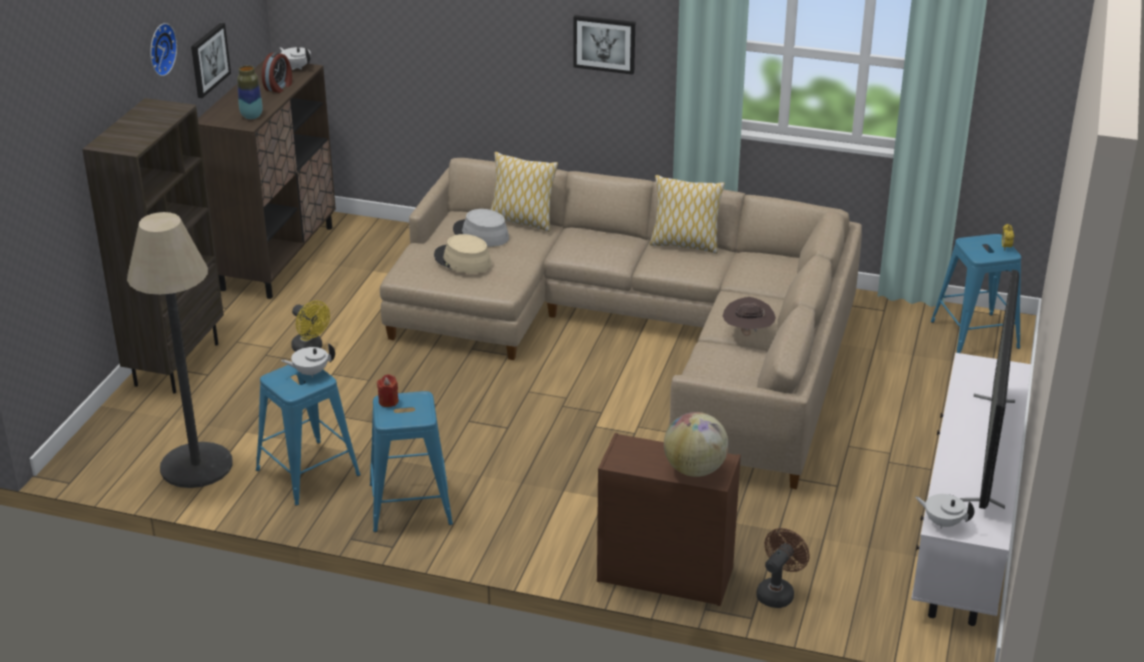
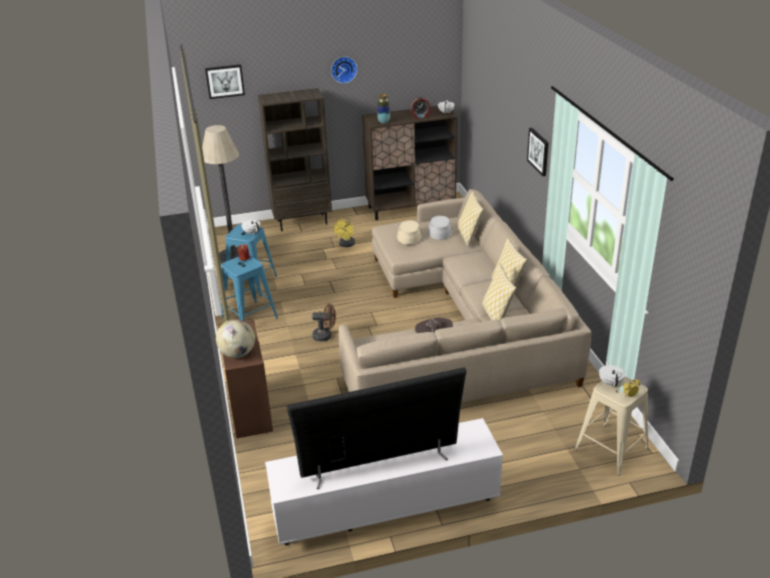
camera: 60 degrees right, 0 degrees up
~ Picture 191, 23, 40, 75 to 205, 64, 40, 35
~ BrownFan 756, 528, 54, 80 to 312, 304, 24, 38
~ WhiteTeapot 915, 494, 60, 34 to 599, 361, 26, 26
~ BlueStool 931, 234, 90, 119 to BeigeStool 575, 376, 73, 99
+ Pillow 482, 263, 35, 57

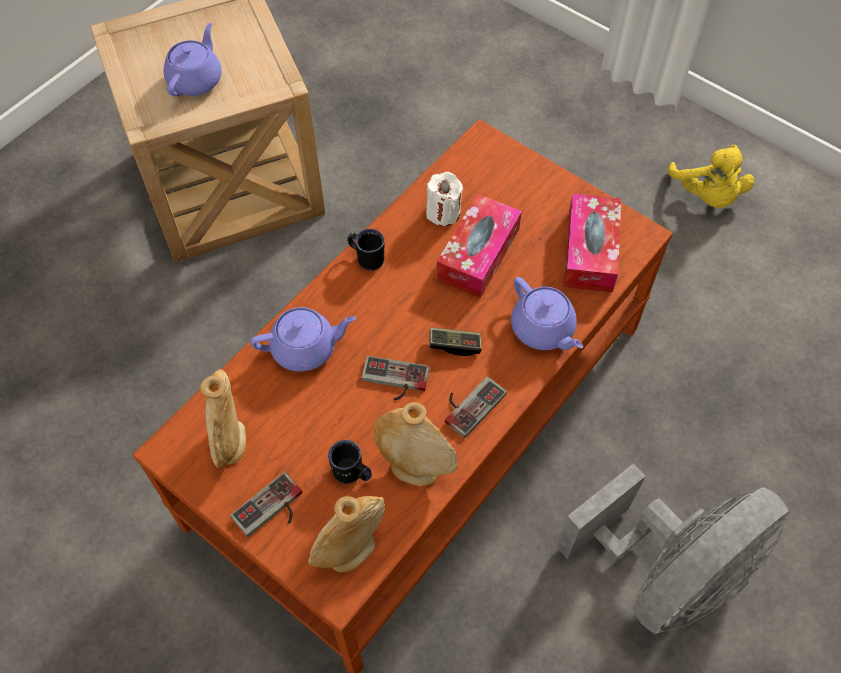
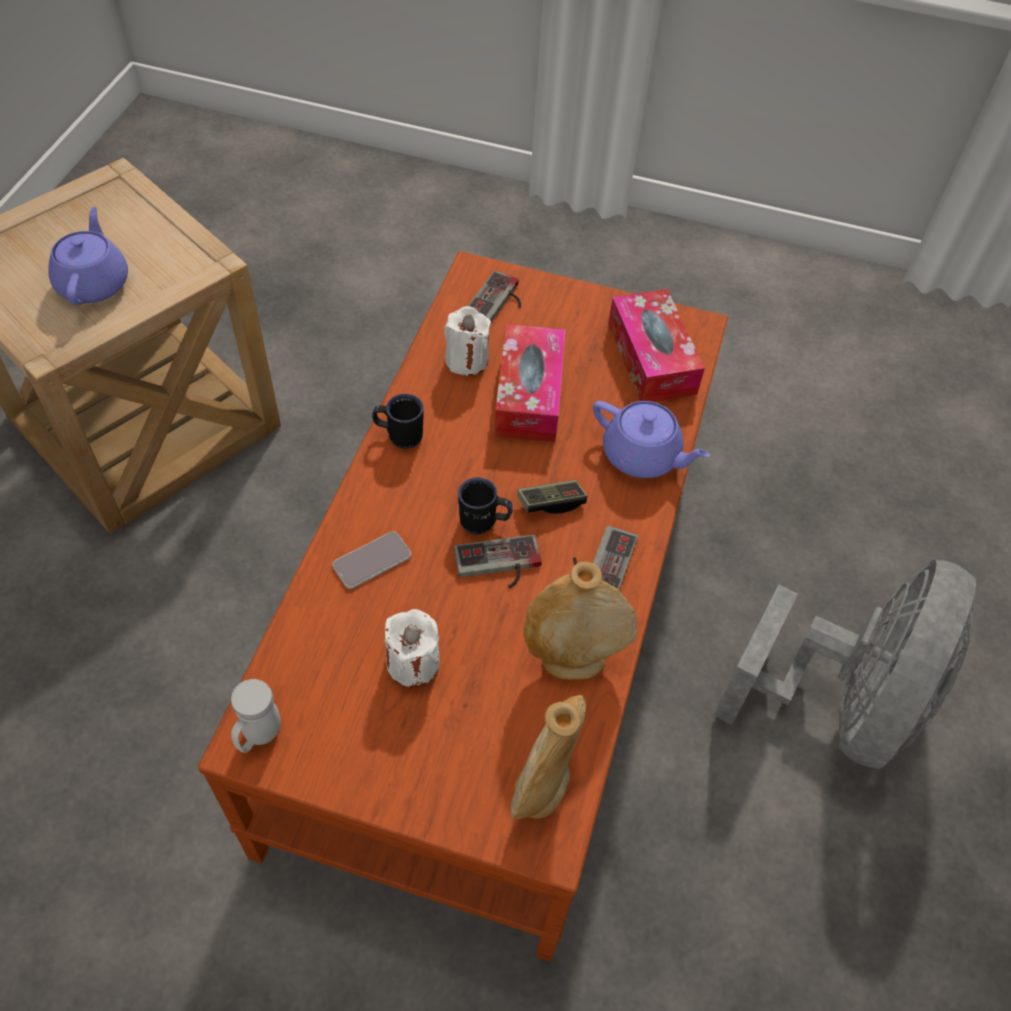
camera: 25 degrees left, 5 degrees down
- BeigeVase 200, 369, 46, 99
~ GameController 230, 472, 72, 65 to 468, 270, 53, 52
~ PurpleTeapot 251, 307, 105, 65 to Phone 332, 531, 79, 58
~ BlackMug 328, 440, 44, 44 to 458, 477, 55, 57
- YellowPlushToy 668, 144, 86, 64
+ WhiteMug 231, 679, 50, 74
+ WhiteCandle 384, 609, 56, 78

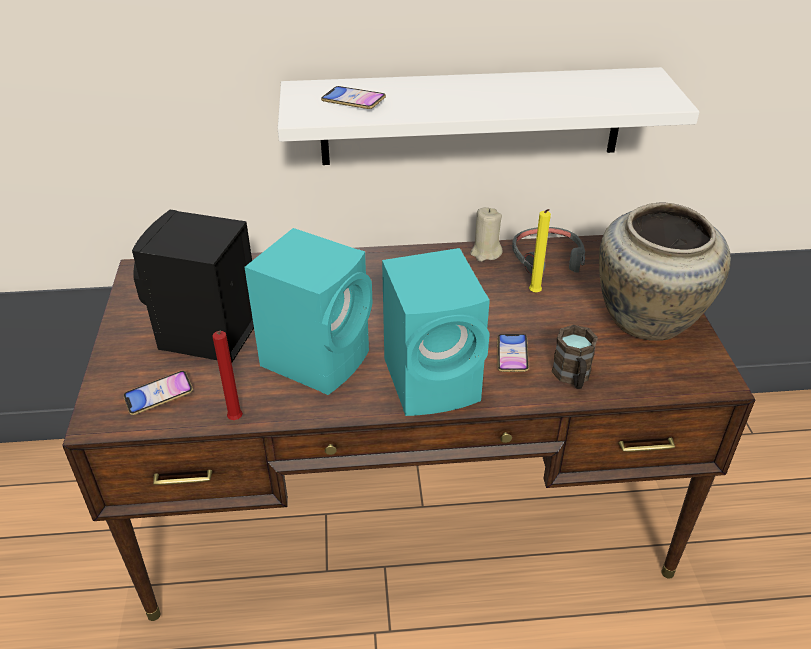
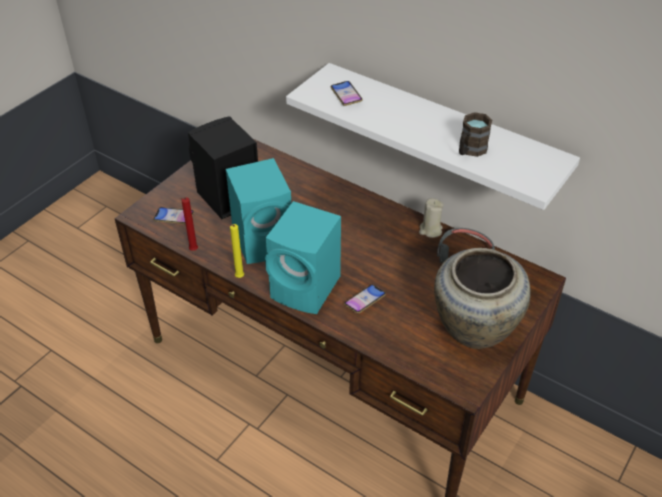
camera: 40 degrees right, 5 degrees up
~ YellowCandle 529, 209, 22, 84 to 228, 224, 16, 54
~ BrownMug 551, 325, 47, 64 to 459, 112, 33, 45

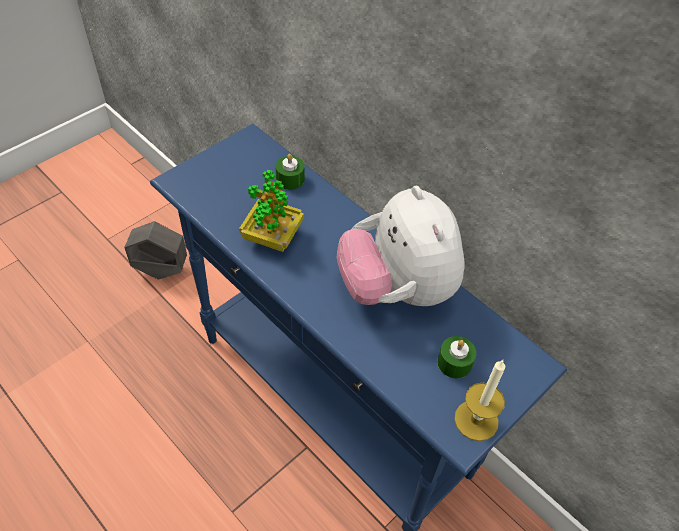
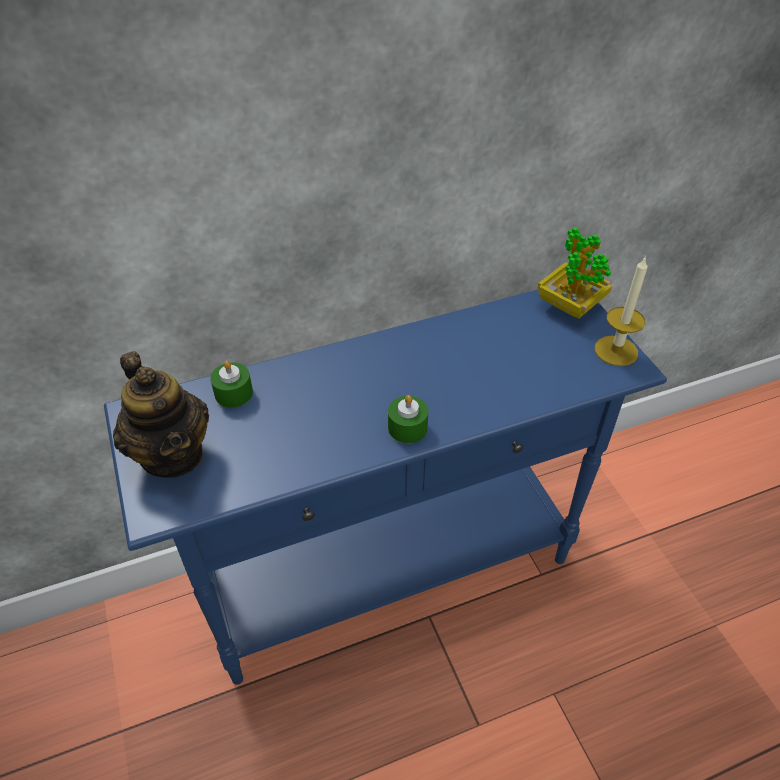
camera: 65 degrees left, 5 degrees down
- GreyPlanter 124, 221, 63, 58
~ PottedPlant 239, 170, 65, 82 to 537, 227, 75, 91
- PlushToy 337, 186, 128, 120
~ GreenCandle 437, 336, 39, 42 to 388, 395, 40, 48
+ Teapot 113, 351, 96, 127

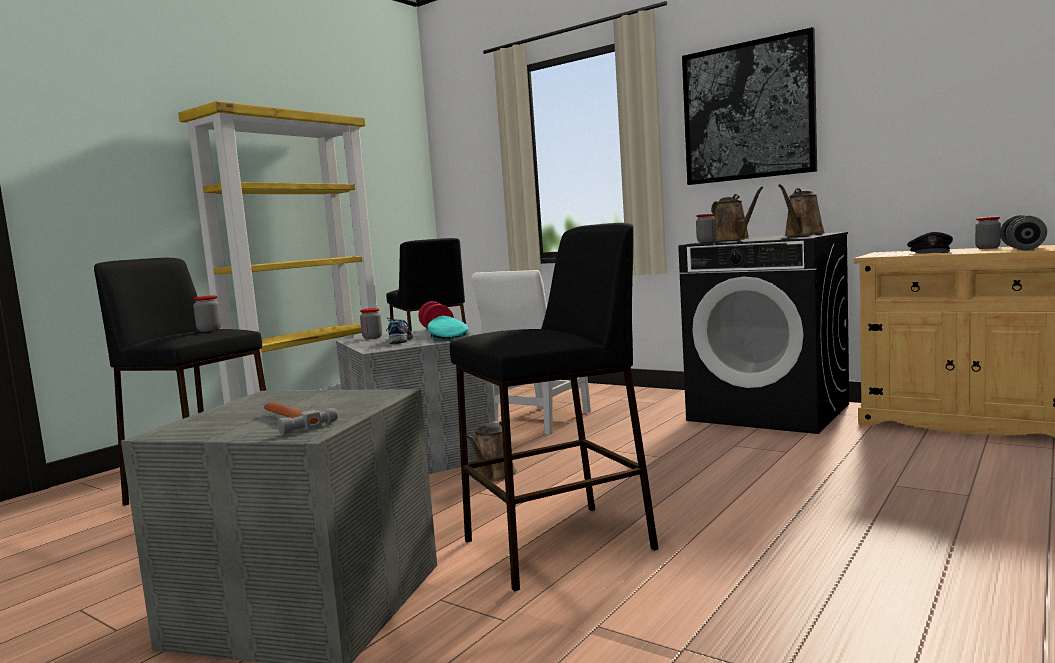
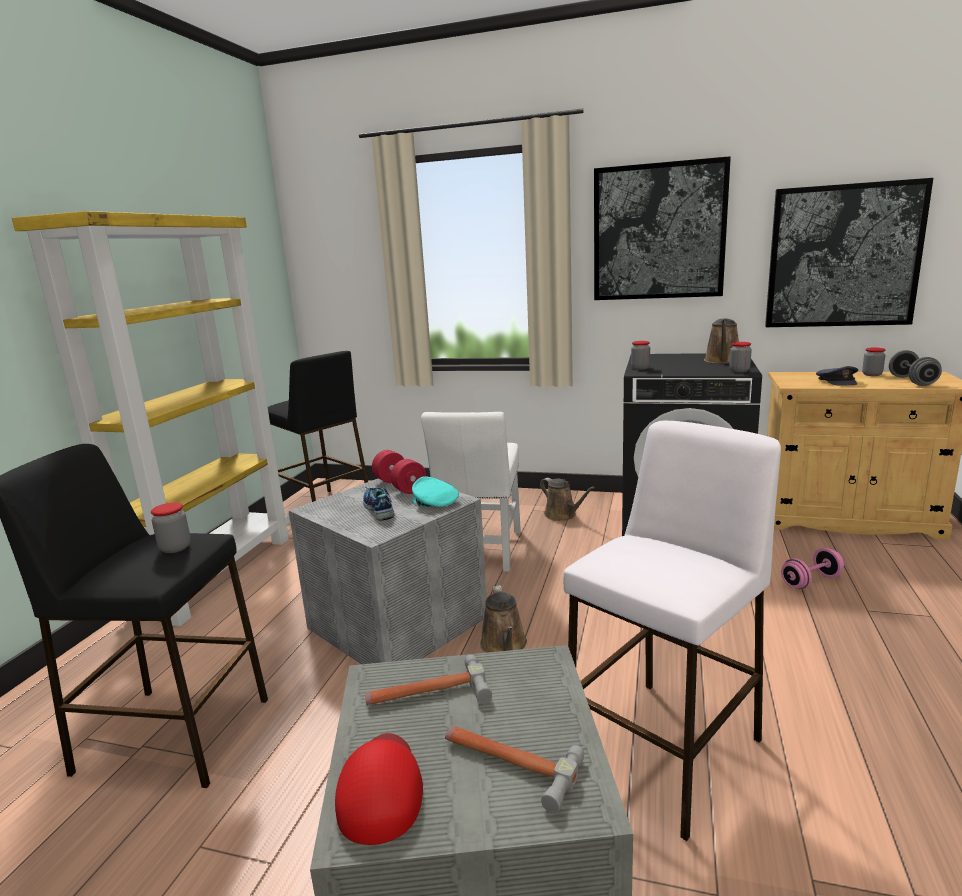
camera: 20 degrees left, 10 degrees up
~ Jar 360, 308, 22, 31 to 729, 342, 23, 31
~ BlackStool 450, 223, 208, 368 to WhiteStool 563, 421, 218, 420
~ BrownWateringCan 711, 187, 52, 54 to 540, 478, 55, 43
+ RedCap 335, 733, 88, 112
+ Hammer 365, 655, 127, 50
+ Picture 765, 178, 168, 149
+ PinkDumbbell 781, 548, 63, 41

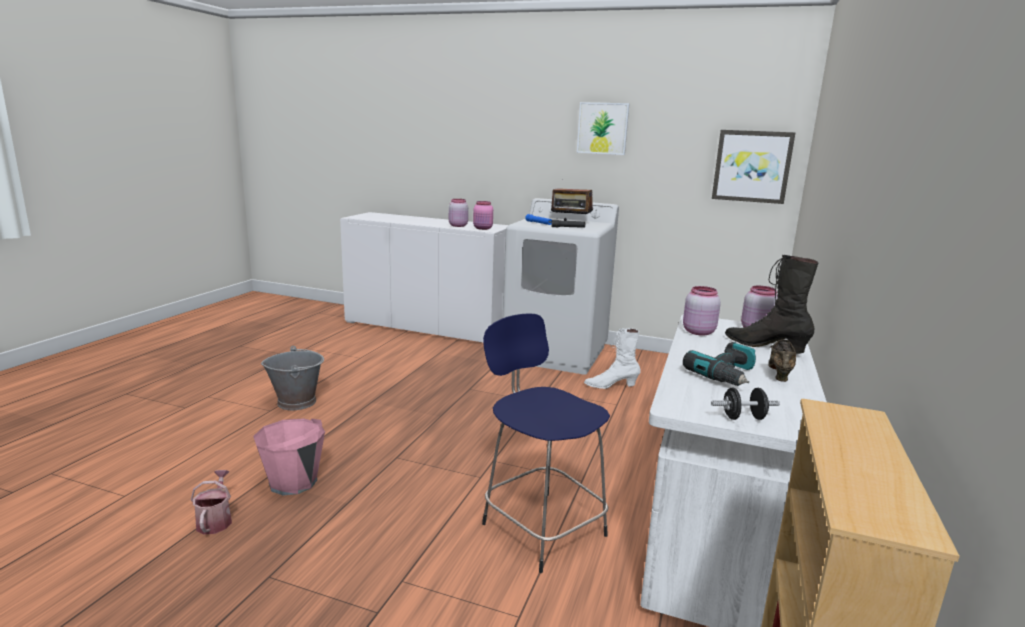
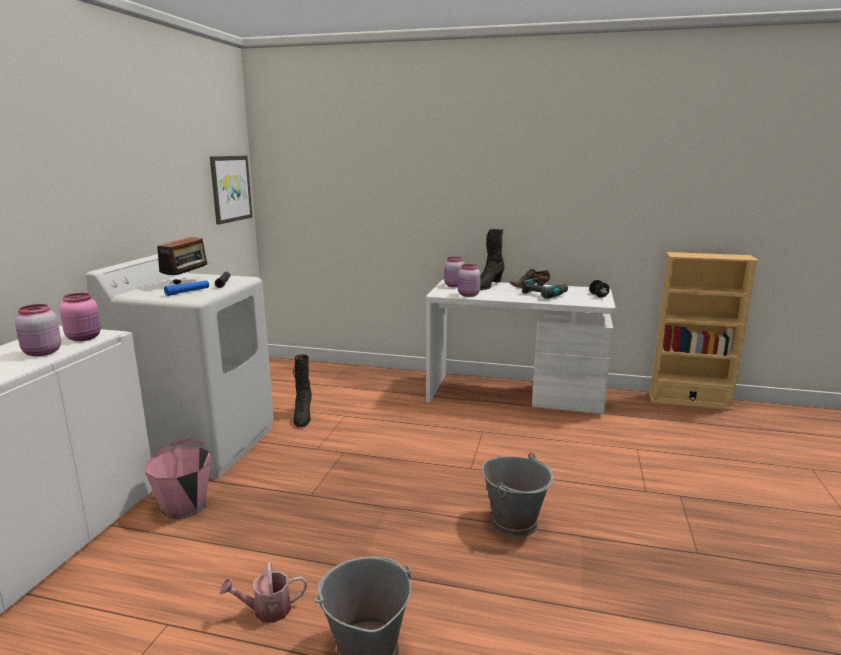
camera: 95 degrees left, 0 degrees up
~ WateringCan 191, 470, 41, 65 to 219, 562, 88, 61
~ PinkBucket 253, 418, 72, 77 to 144, 439, 67, 80
- BlueStool 482, 313, 128, 260
- Picture 577, 102, 52, 53
~ WhiteBoot 584, 328, 56, 61 to BlackBoot 293, 354, 19, 74
+ GreyBucket 482, 453, 72, 85

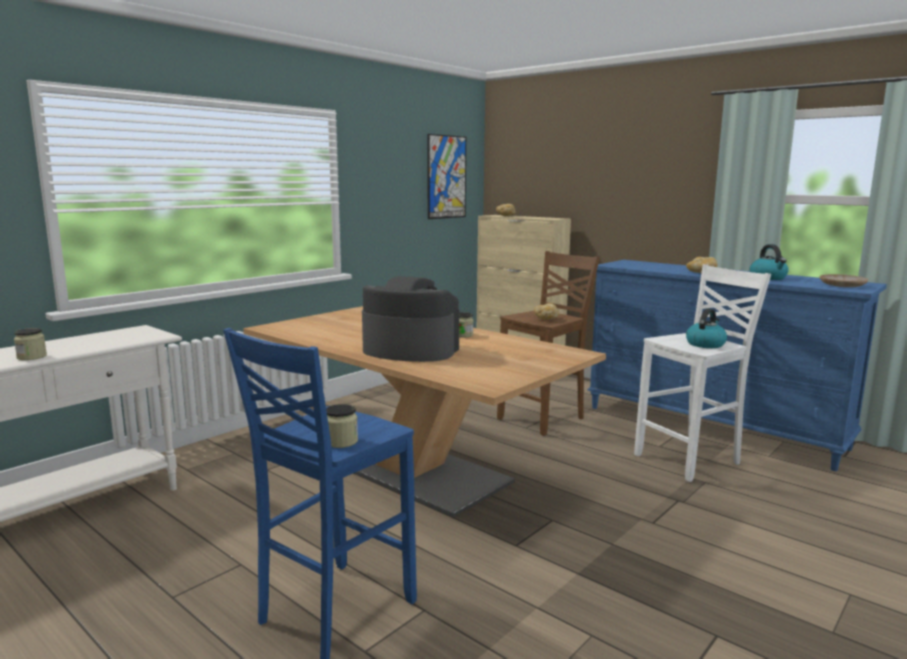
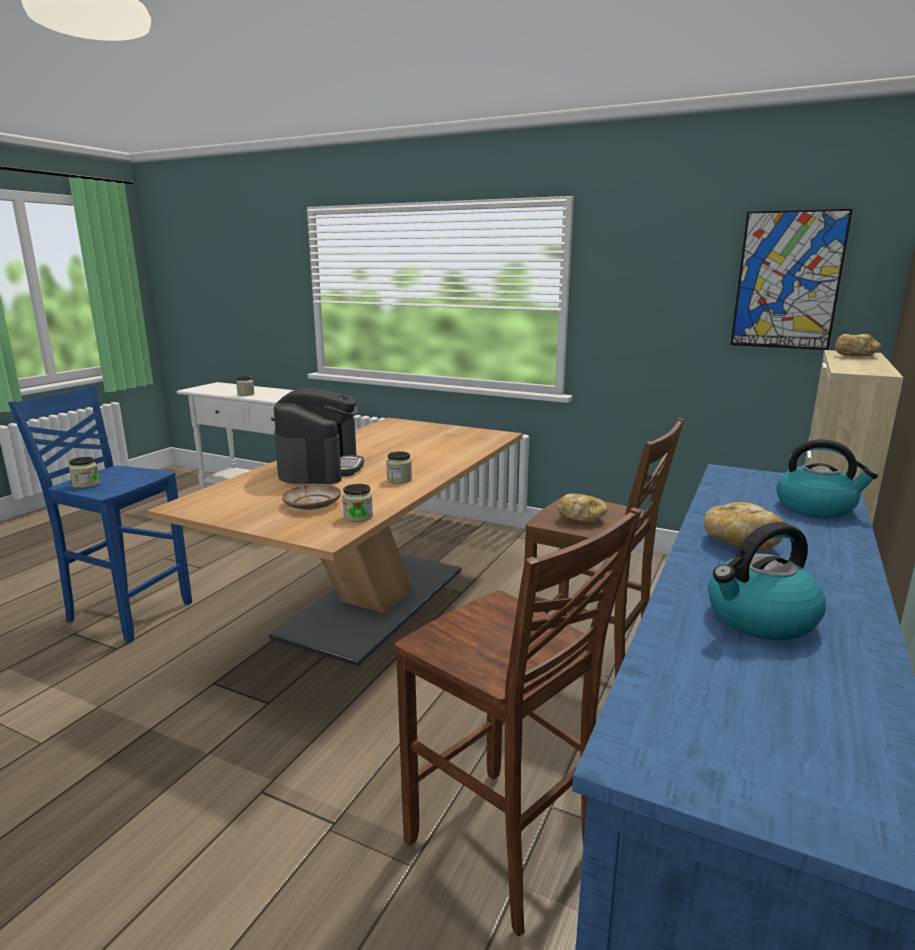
camera: 75 degrees right, 5 degrees up
~ WhiteStool 634, 264, 137, 218 to BrownStool 395, 507, 246, 429
~ Kettle 686, 308, 41, 40 to 776, 439, 102, 79
~ BeigePlate 820, 274, 48, 13 to 282, 484, 59, 26
+ Jar 342, 484, 31, 38

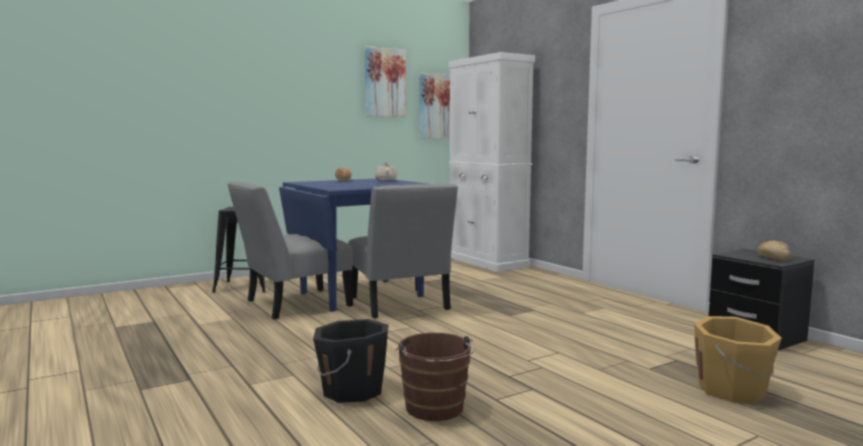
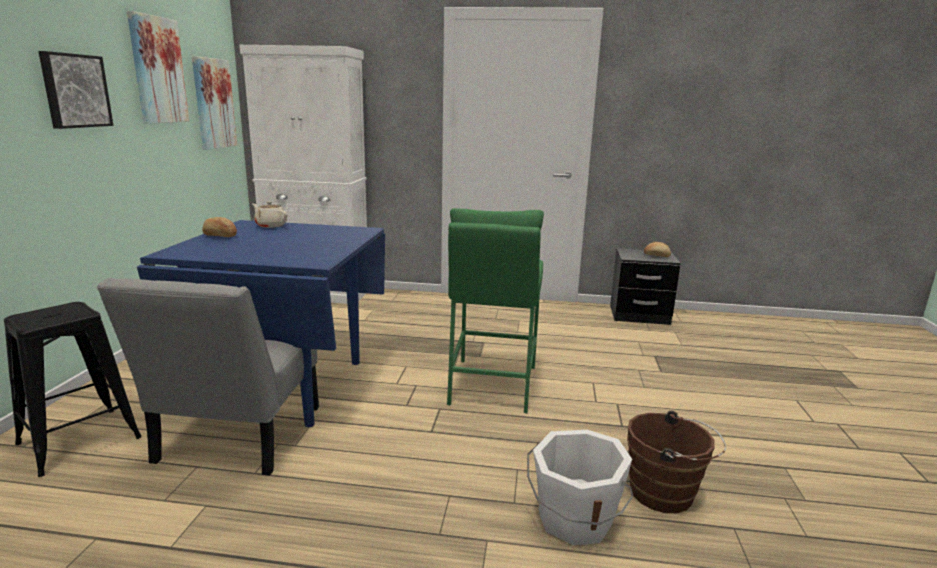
camera: 50 degrees left, 10 degrees up
~ BlackBucket 313, 319, 75, 84 to WhiteBucket 527, 430, 106, 115
- GreyChair 348, 184, 110, 134
- OrangeBucket 694, 316, 88, 87
+ Picture 38, 51, 76, 78
+ GreenStool 447, 208, 97, 205

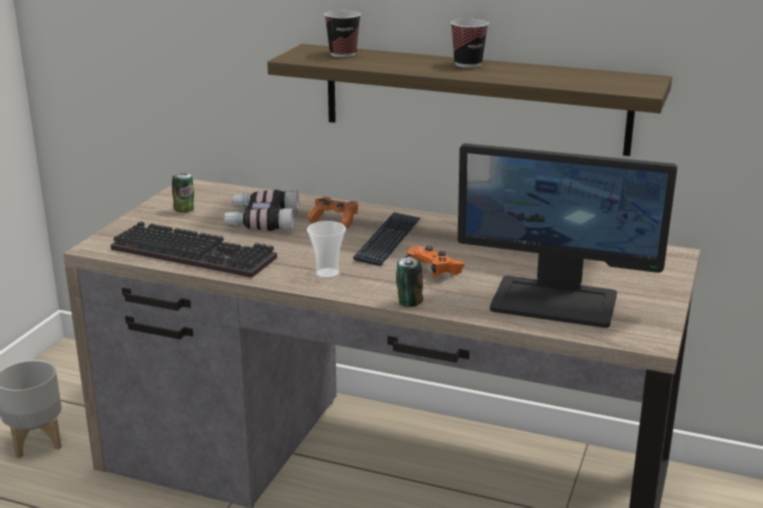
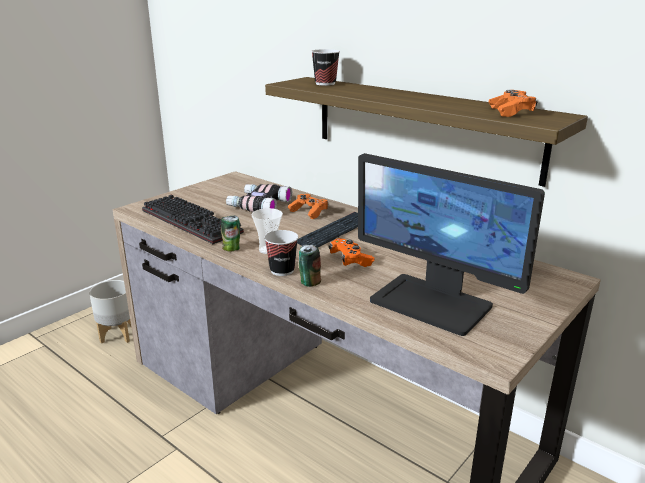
camera: 20 degrees right, 0 degrees up
~ Can 172, 173, 22, 40 to 221, 216, 19, 36
~ Cup 451, 18, 38, 50 to 264, 230, 34, 46
+ OrangeGameController 489, 90, 49, 27

